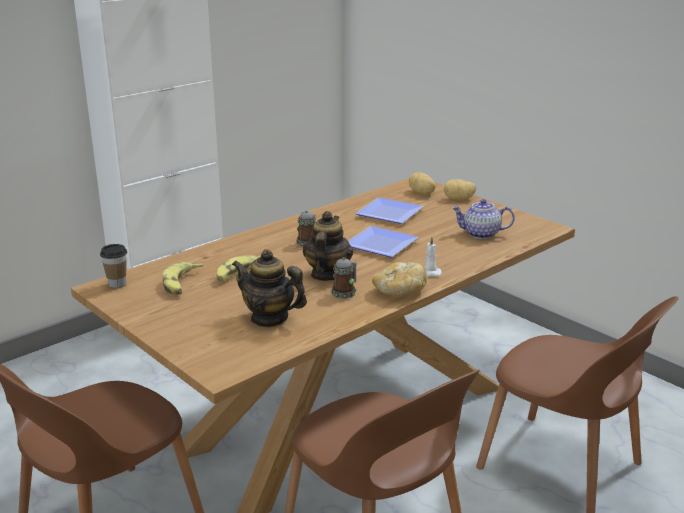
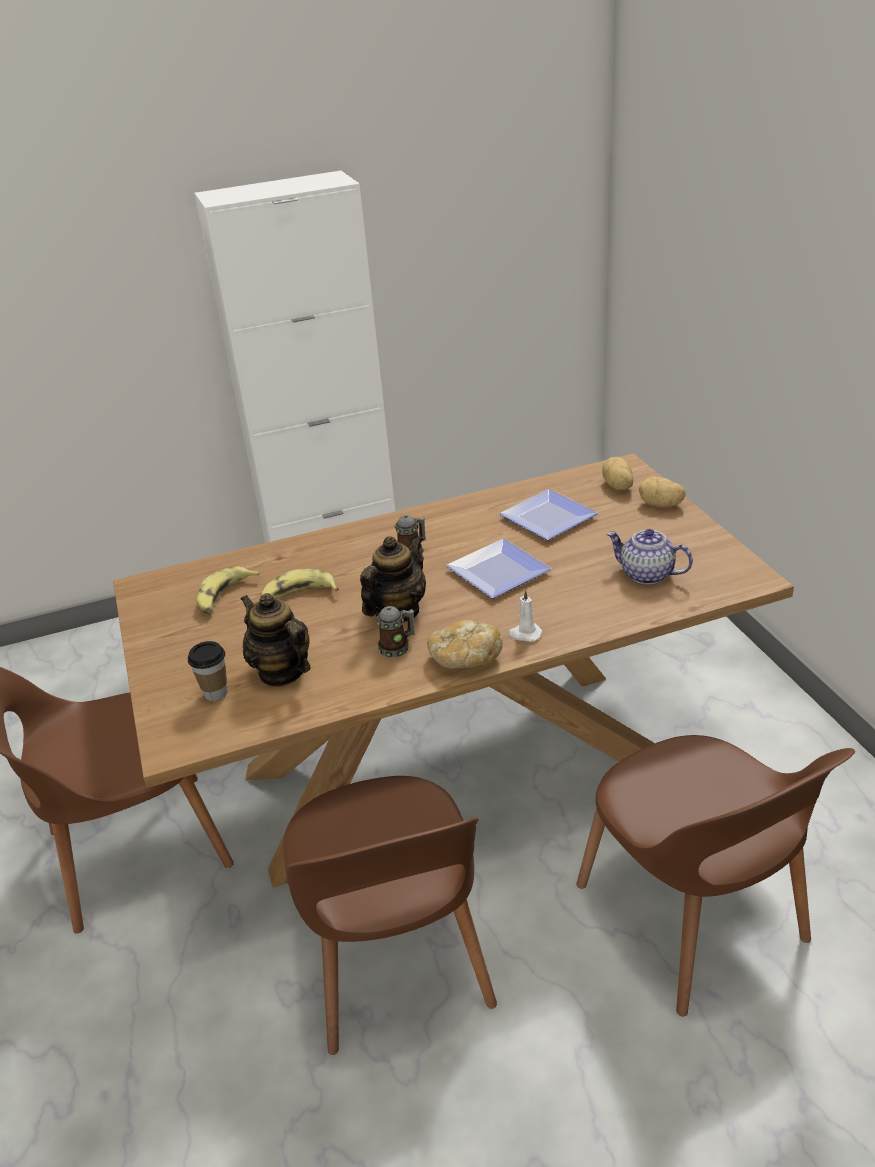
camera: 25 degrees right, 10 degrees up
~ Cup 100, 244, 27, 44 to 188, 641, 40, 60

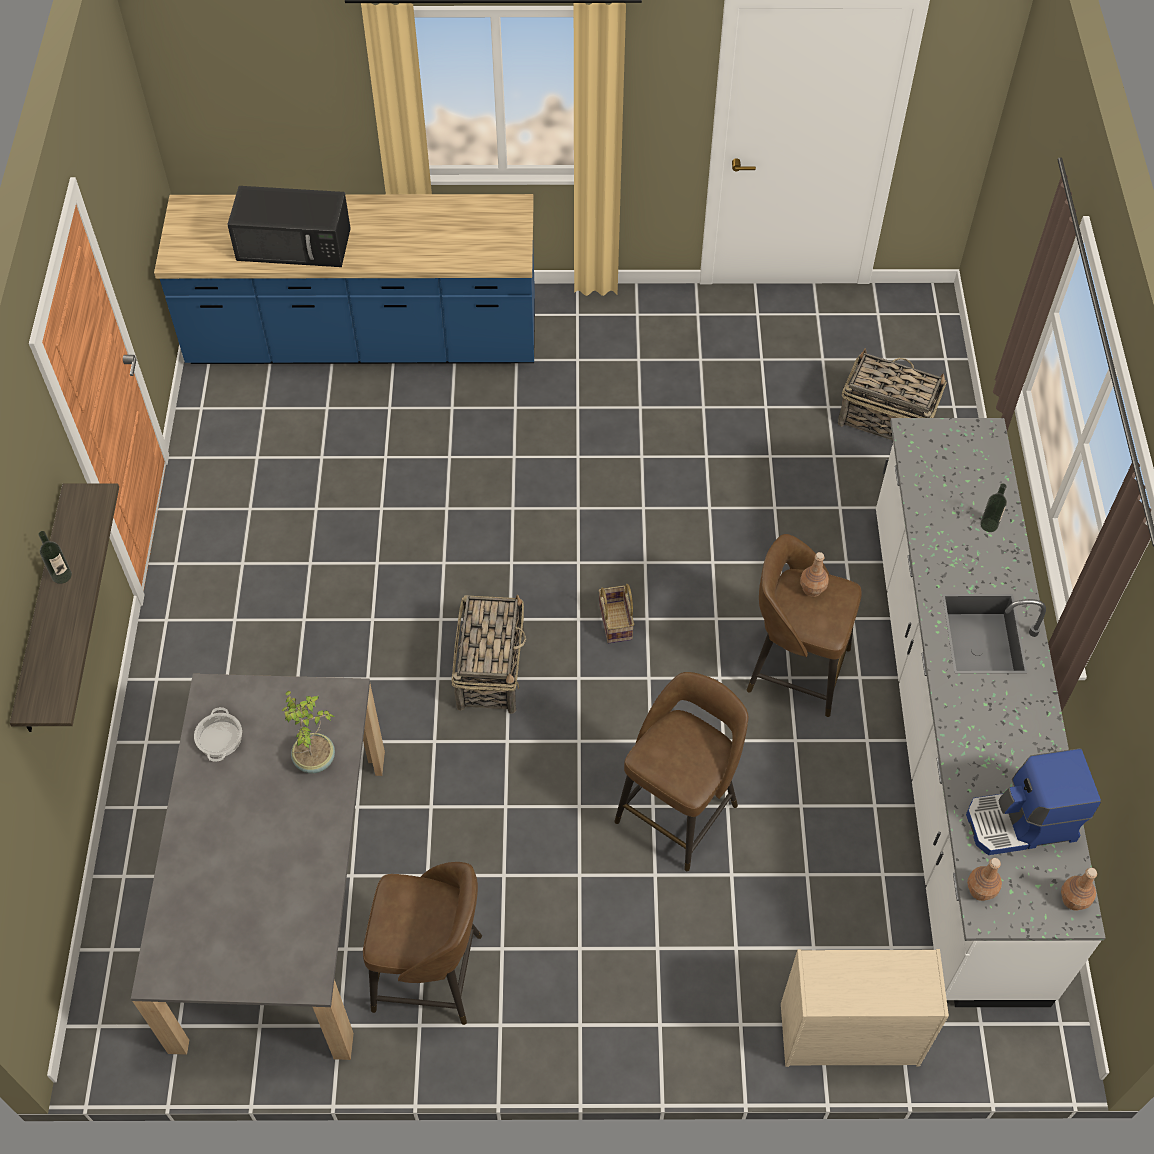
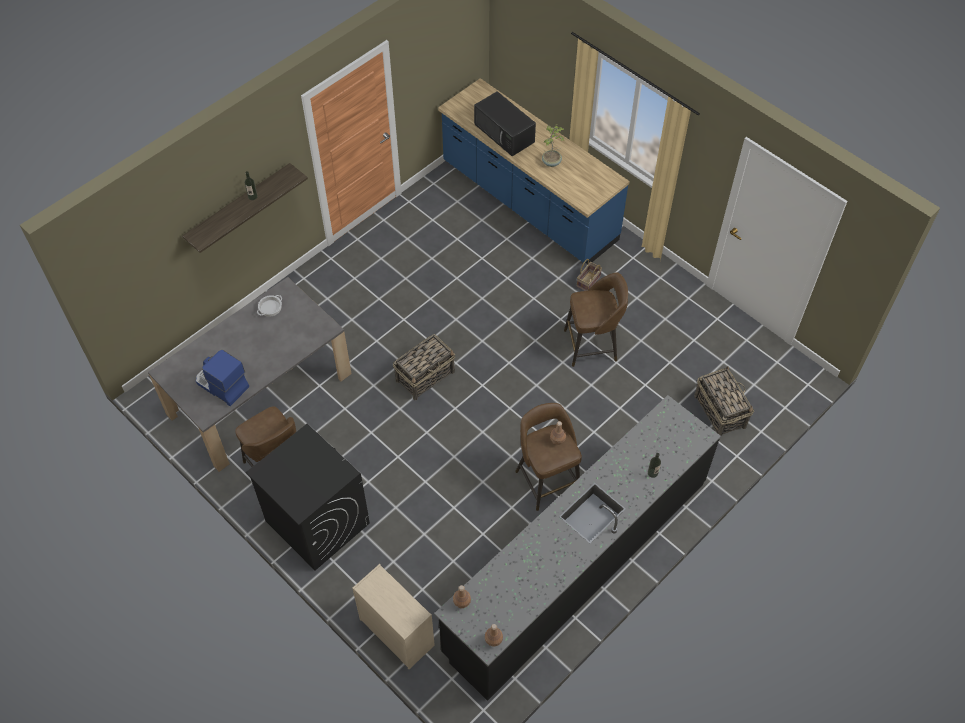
camera: 45 degrees right, 0 degrees up
~ PottedPlant 282, 691, 53, 82 to 542, 124, 22, 43
~ Basket 599, 584, 35, 59 to 577, 259, 25, 32
~ BrownStool 615, 672, 133, 199 to 564, 272, 64, 95
~ WhiteCounter 876, 418, 230, 589 to BlackCounter 434, 395, 287, 306
~ CoffeeMachine 966, 748, 135, 107 to 196, 350, 53, 56
+ BlackWashingMachine 246, 424, 124, 146

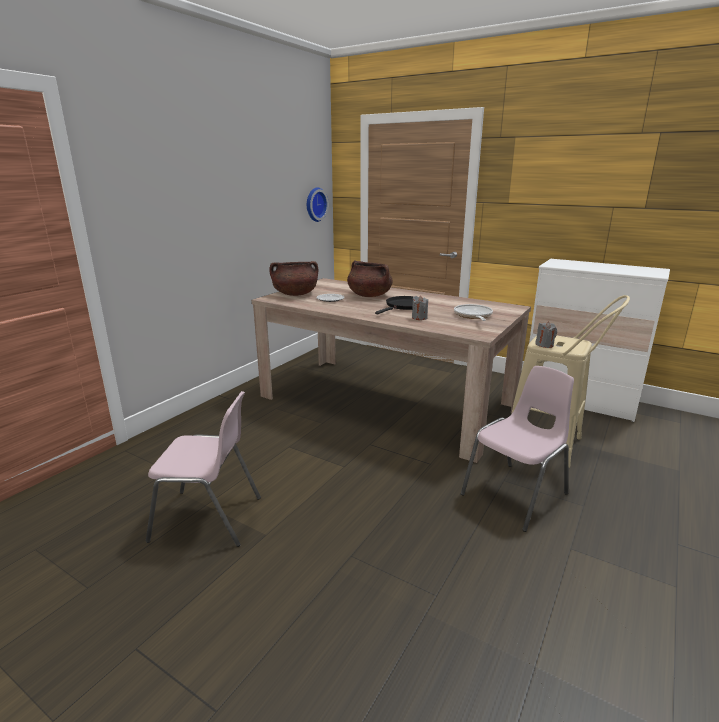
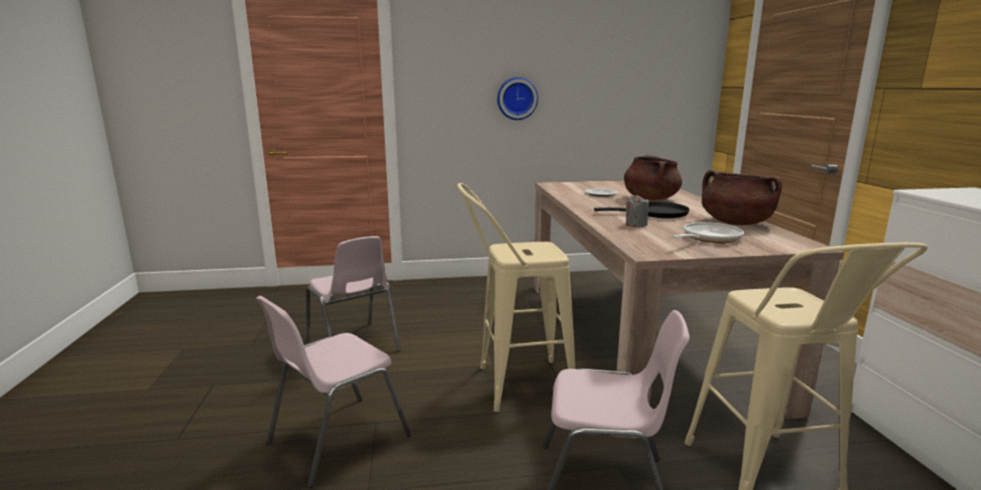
camera: 50 degrees right, 5 degrees down
~ BrownCookingPot 269, 261, 49, 35 to 702, 170, 80, 55
~ WallClock 307, 187, 22, 35 to 497, 77, 41, 43
- GreyCandle 535, 321, 22, 27
+ PinkChair 256, 296, 155, 192
+ BeigeStool 457, 183, 118, 229

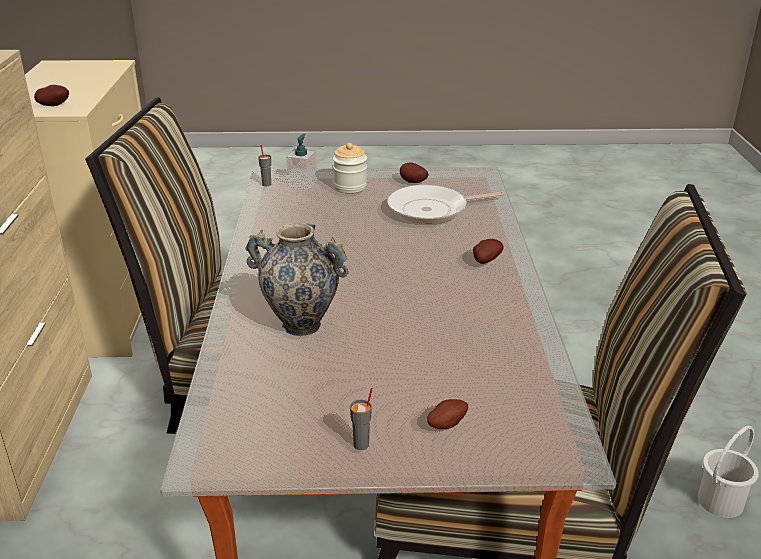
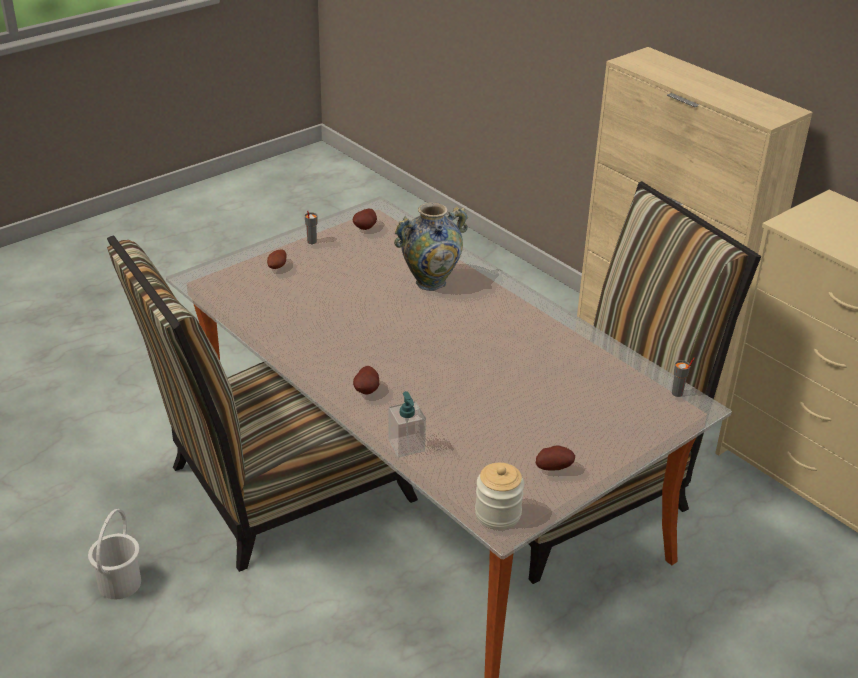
camera: 140 degrees right, 5 degrees up
~ Potato 34, 85, 35, 21 to 353, 209, 24, 21
~ SoapDispenser 286, 134, 31, 56 to 388, 391, 38, 67
~ Jar 333, 143, 34, 50 to 475, 463, 49, 67
- FryingPan 387, 185, 118, 39

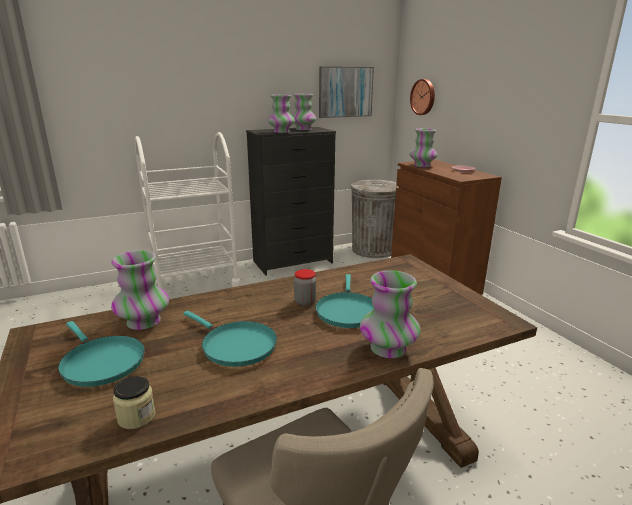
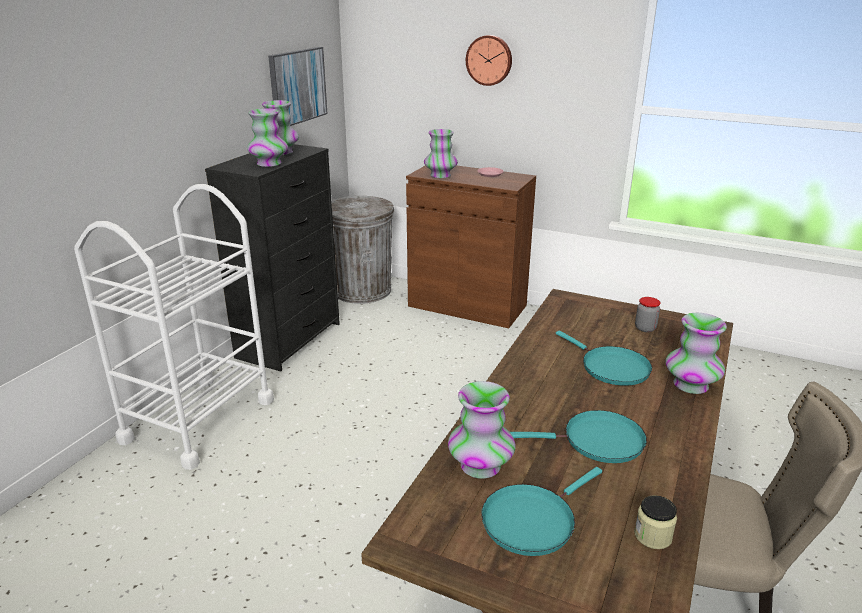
camera: 40 degrees left, 5 degrees up
~ TurquoiseFryingPan 58, 321, 87, 66 = 481, 467, 121, 89 135 degrees clockwise
~ Jar 294, 269, 22, 37 to 635, 297, 26, 35
~ WallClock 410, 79, 25, 36 to 466, 35, 46, 51

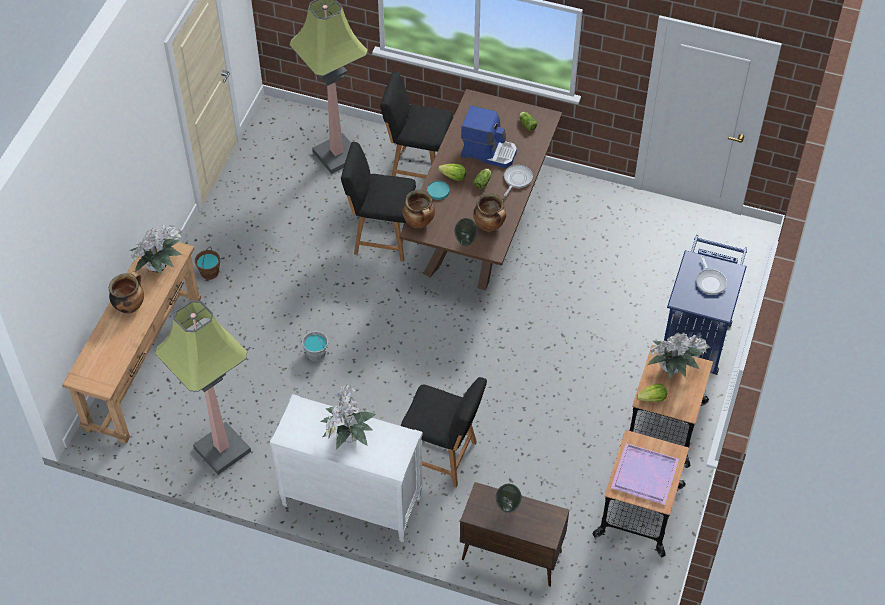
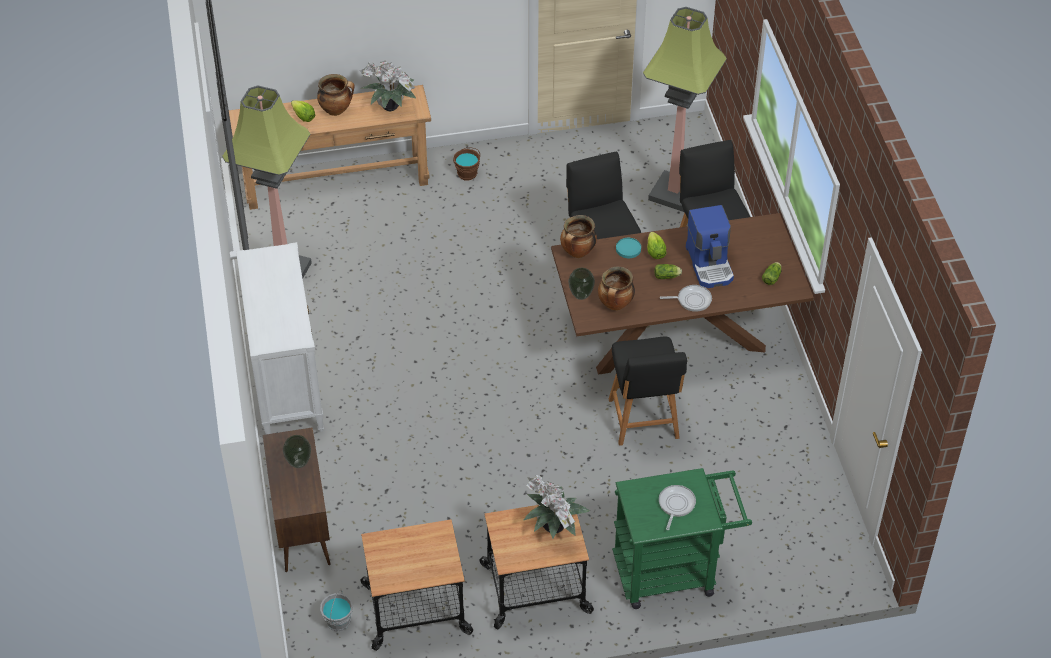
camera: 60 degrees right, 5 degrees down
~ GreyBucket 302, 330, 26, 32 to 320, 590, 33, 41
- PottedPlant 320, 385, 56, 65
~ BlackChair 401, 377, 86, 110 to 609, 337, 78, 109
- PurpleTray 611, 443, 68, 62
~ Lettuce 636, 384, 31, 18 to 291, 100, 24, 22
~ BlueCart 664, 235, 83, 140 to GreenCart 612, 468, 140, 141
~ FryingPan 696, 256, 31, 39 = 659, 485, 37, 45 150 degrees clockwise

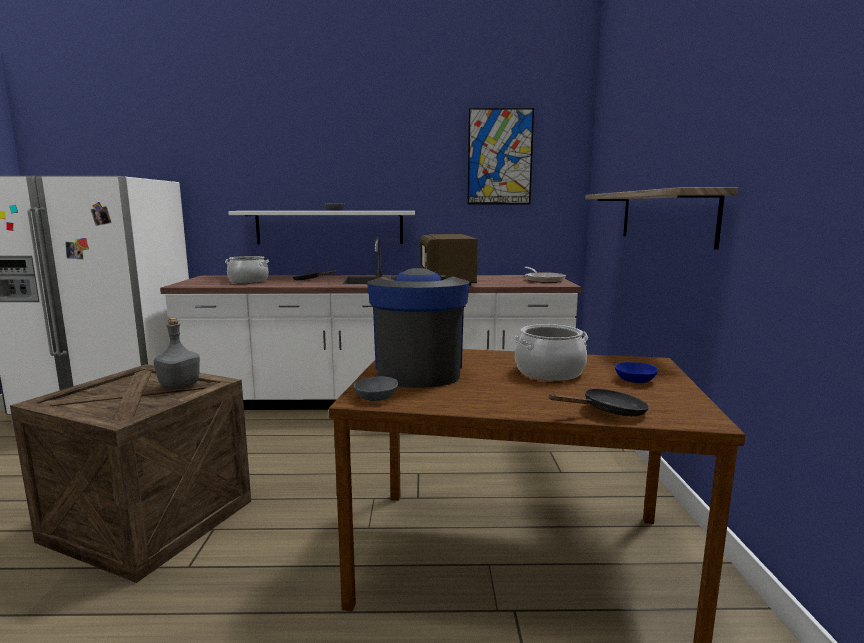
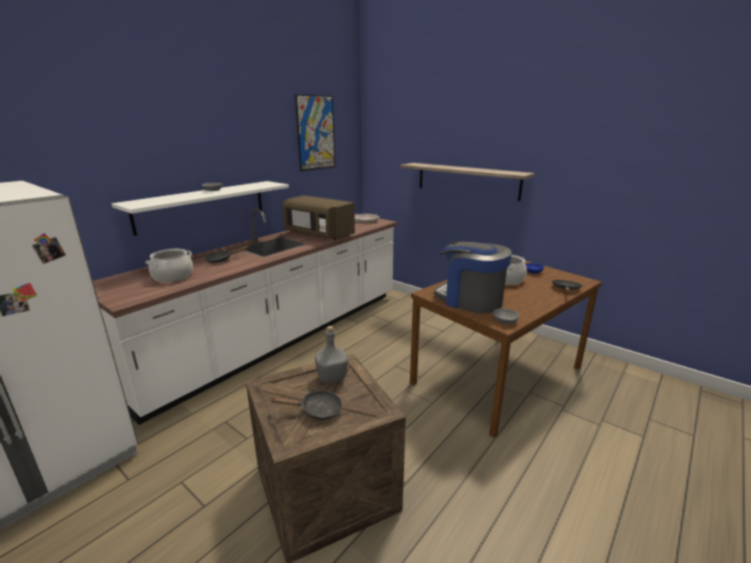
camera: 50 degrees left, 10 degrees up
+ BlackFryingPan 271, 390, 72, 30

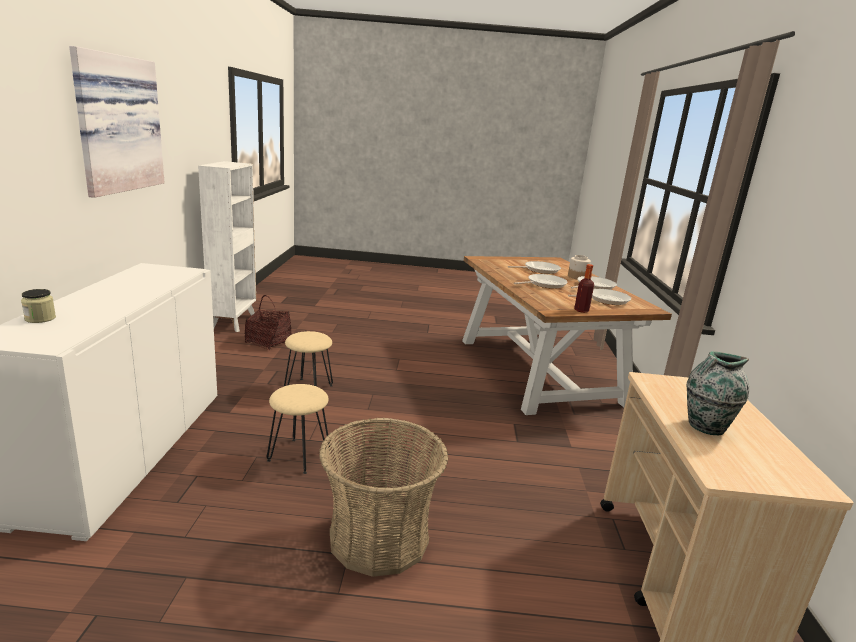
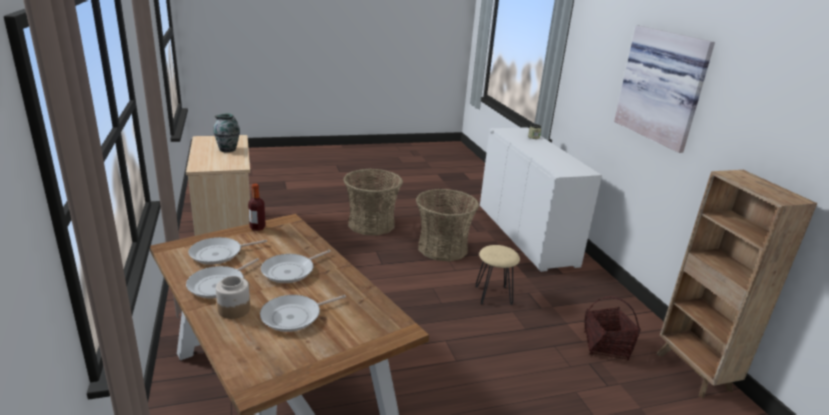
camera: 160 degrees right, 5 degrees up
~ WhiteBookcase 198, 161, 58, 171 to BrownBookcase 657, 170, 160, 228
~ BeigeStool 267, 384, 63, 90 to Basket 416, 189, 63, 72

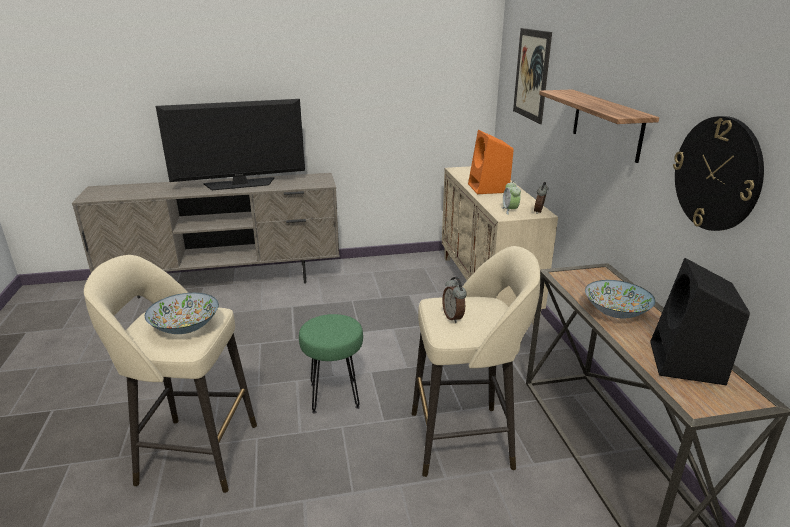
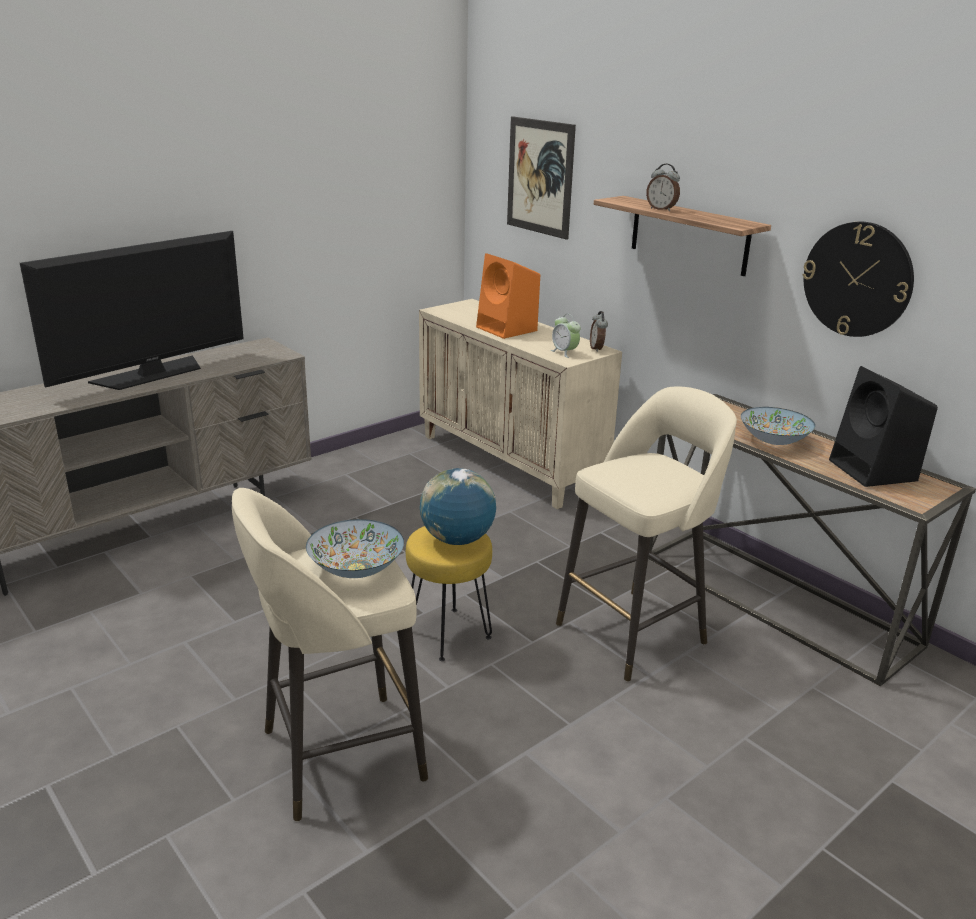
camera: 30 degrees left, 0 degrees up
~ GreenStool 299, 314, 64, 100 to YellowStool 406, 526, 86, 135
~ AlarmClock 442, 277, 25, 46 to 646, 164, 34, 47
+ Globe 420, 468, 76, 77

